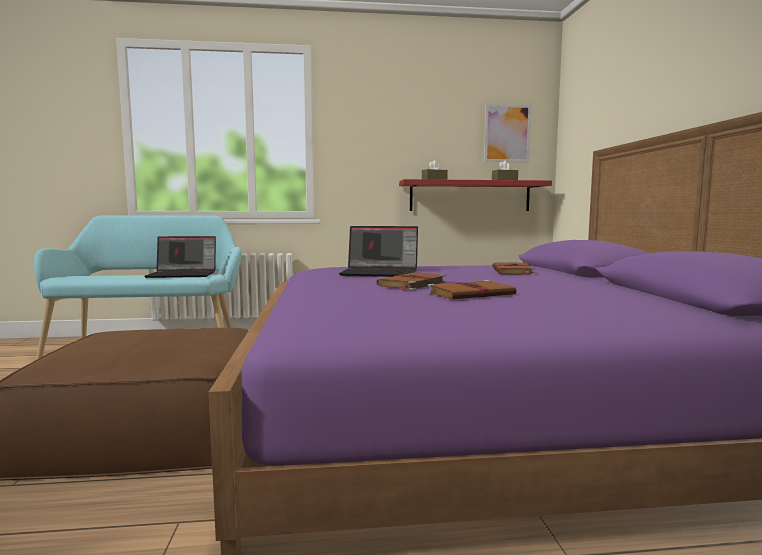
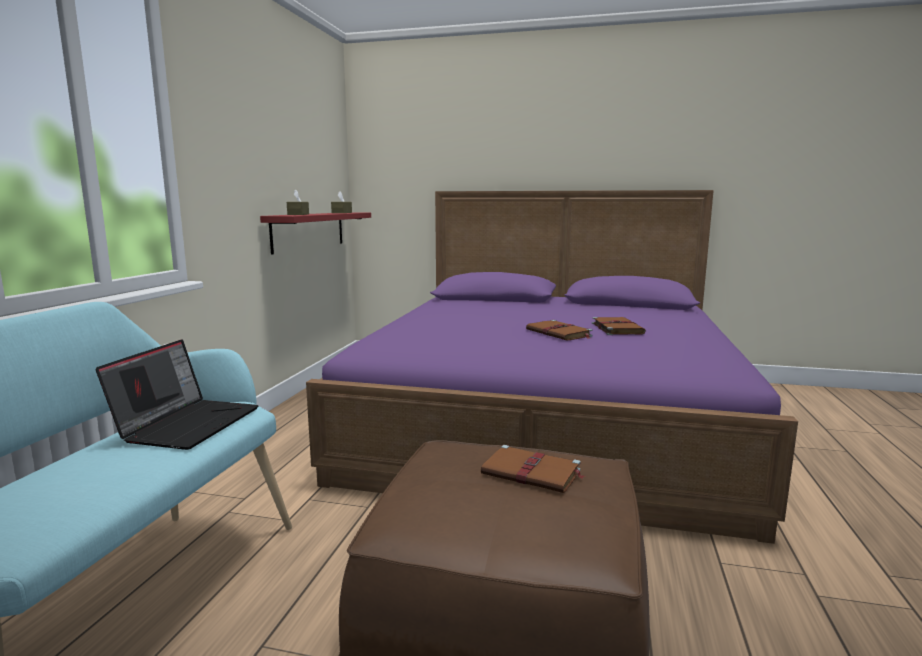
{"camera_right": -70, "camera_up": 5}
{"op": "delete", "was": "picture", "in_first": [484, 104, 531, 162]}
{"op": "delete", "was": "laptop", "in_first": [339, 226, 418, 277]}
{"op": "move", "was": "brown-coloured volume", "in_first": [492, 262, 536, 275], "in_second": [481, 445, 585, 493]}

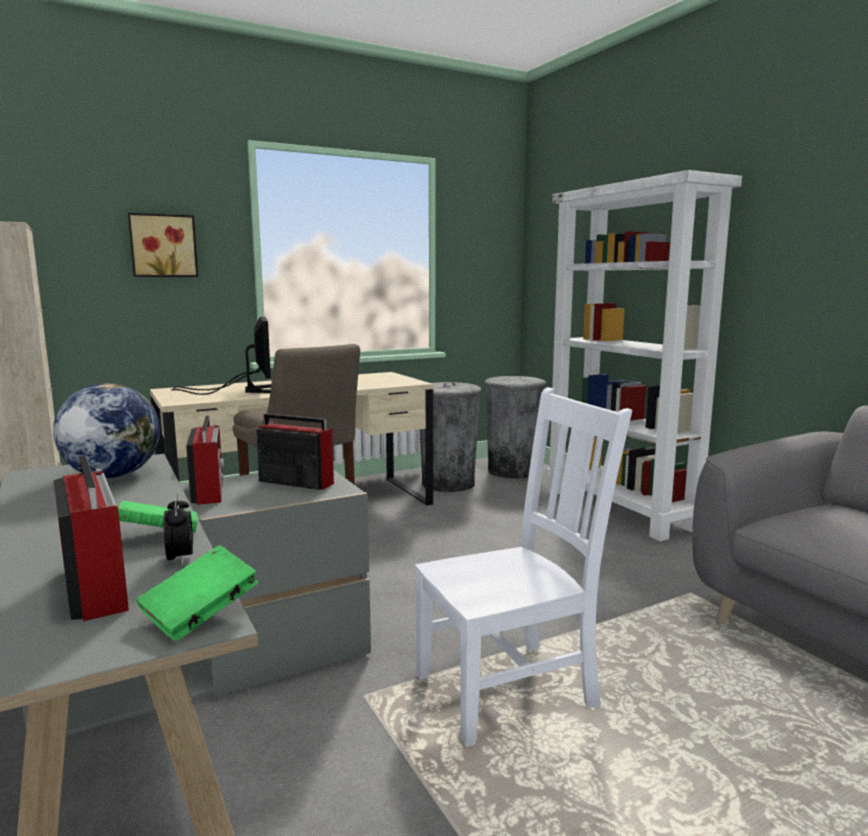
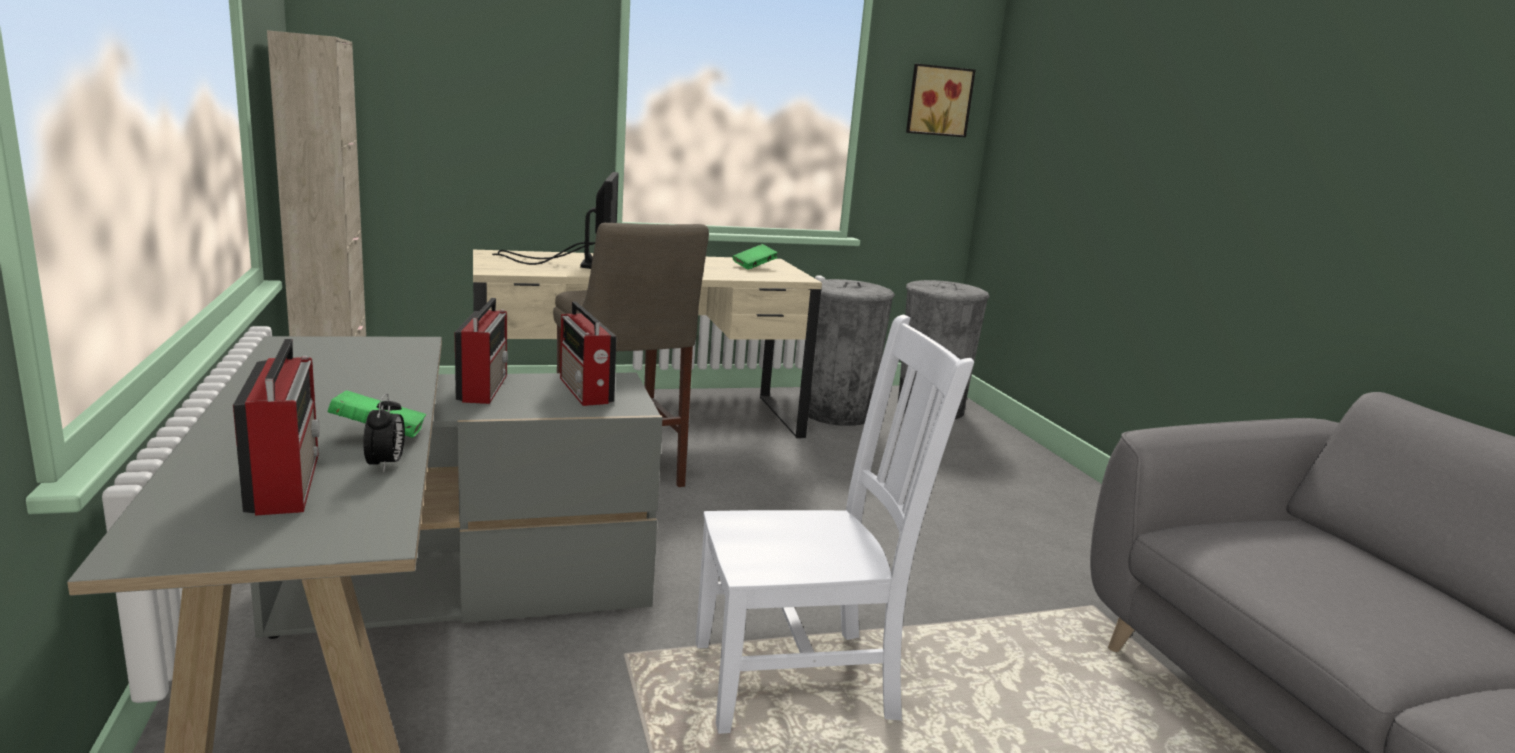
{"camera_right": 10, "camera_up": 5}
{"op": "delete", "was": "white bookcase", "in_first": [546, 170, 742, 541]}
{"op": "move", "was": "picture", "in_first": [128, 213, 198, 277], "in_second": [906, 64, 976, 137]}
{"op": "delete", "was": "globe", "in_first": [53, 383, 160, 478]}
{"op": "rotate", "was": "radio set", "in_first": [256, 414, 334, 490], "in_second": [560, 301, 617, 406], "clockwise": -150}
{"op": "move", "was": "green volume", "in_first": [136, 545, 258, 641], "in_second": [733, 244, 778, 270]}

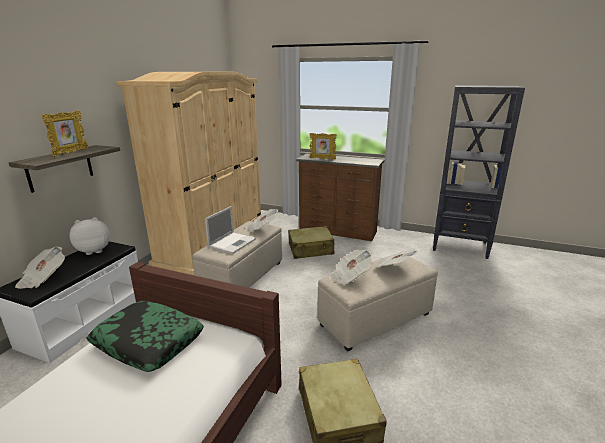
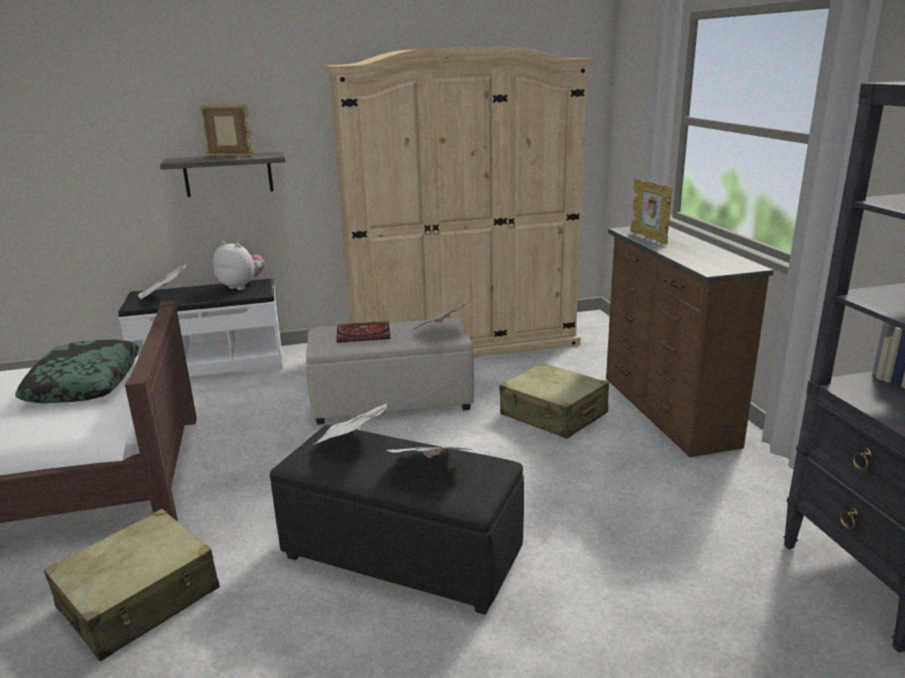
{"camera_right": 55, "camera_up": 0}
{"op": "rotate", "was": "photo frame", "in_first": [42, 111, 88, 156], "in_second": [200, 105, 254, 156], "clockwise": -150}
{"op": "replace", "was": "laptop", "now": "volume", "in_first": [205, 206, 256, 254], "in_second": [336, 321, 390, 343]}
{"op": "recolor", "was": "beige-coloured pouffe", "now": "black pouffe", "in_first": [317, 255, 438, 351], "in_second": [270, 425, 524, 615]}

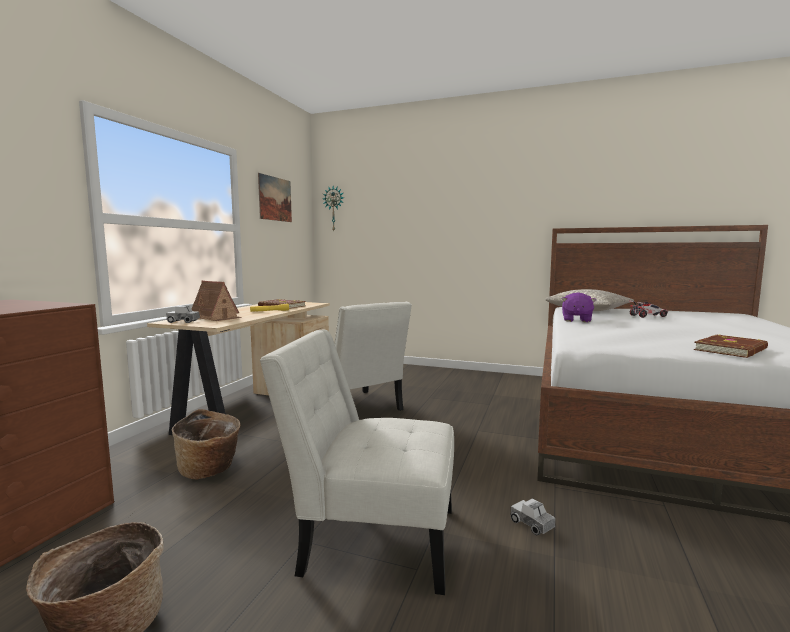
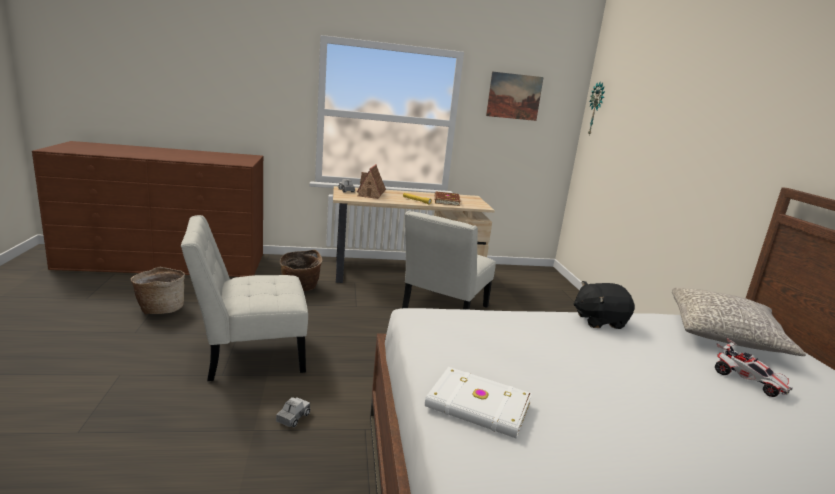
{"camera_right": 60, "camera_up": 10}
{"op": "recolor", "was": "purplish plush toy", "now": "black plush toy", "in_first": [562, 292, 596, 323], "in_second": [574, 281, 635, 329]}
{"op": "rotate", "was": "white chair", "in_first": [260, 330, 454, 595], "in_second": [181, 215, 308, 381], "clockwise": -90}
{"op": "recolor", "was": "brown-coloured volume", "now": "white volume", "in_first": [694, 335, 768, 358], "in_second": [425, 367, 532, 438]}

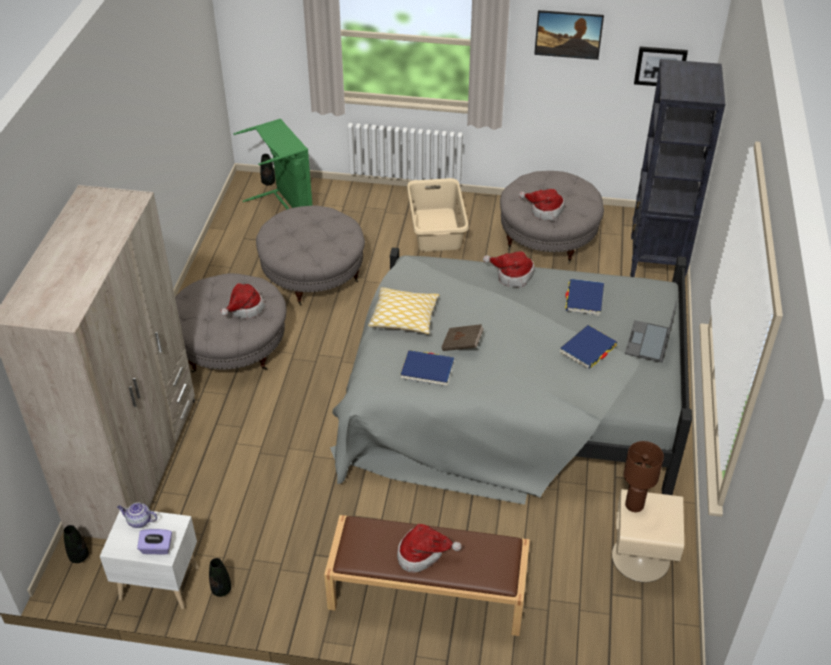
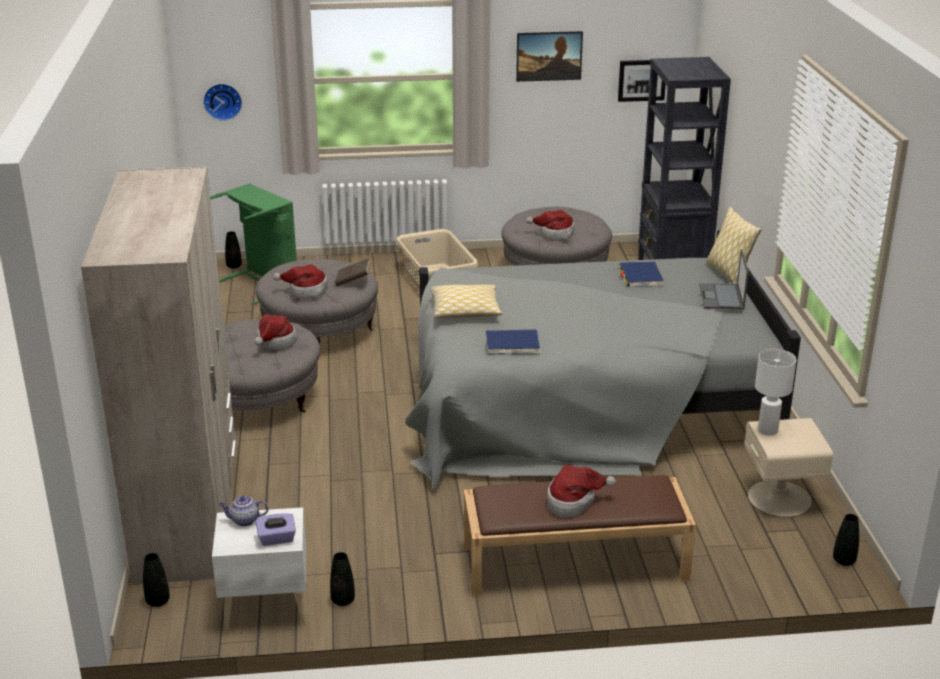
{"camera_right": -15, "camera_up": -15}
{"op": "move", "was": "clothing hat", "in_first": [483, 251, 535, 288], "in_second": [273, 264, 328, 299]}
{"op": "move", "was": "brown-coloured volume", "in_first": [442, 324, 484, 351], "in_second": [335, 258, 371, 286]}
{"op": "delete", "was": "blue-coloured volume", "in_first": [560, 325, 617, 369]}
{"op": "recolor", "was": "brown-coloured lamp for a table", "now": "white lamp for a table", "in_first": [624, 441, 664, 512], "in_second": [755, 349, 797, 436]}
{"op": "insert", "now": "clock on the wall", "in_second": [203, 84, 242, 121]}
{"op": "insert", "now": "cushion", "in_second": [706, 207, 762, 284]}
{"op": "insert", "now": "black decorative vase", "in_second": [833, 514, 859, 566]}

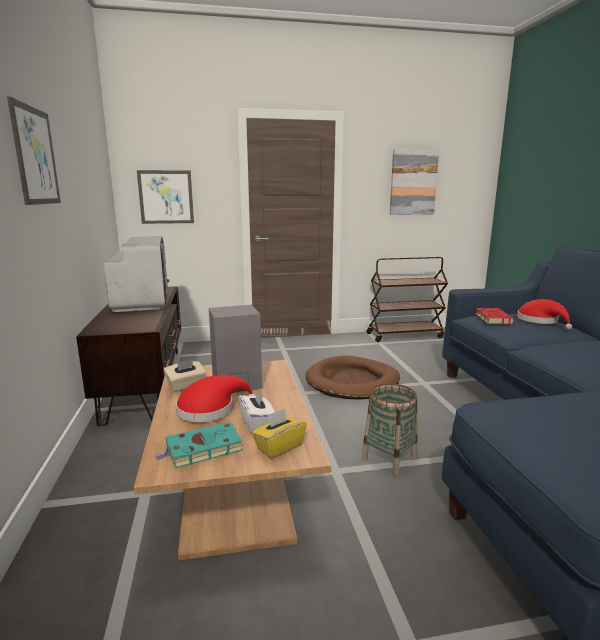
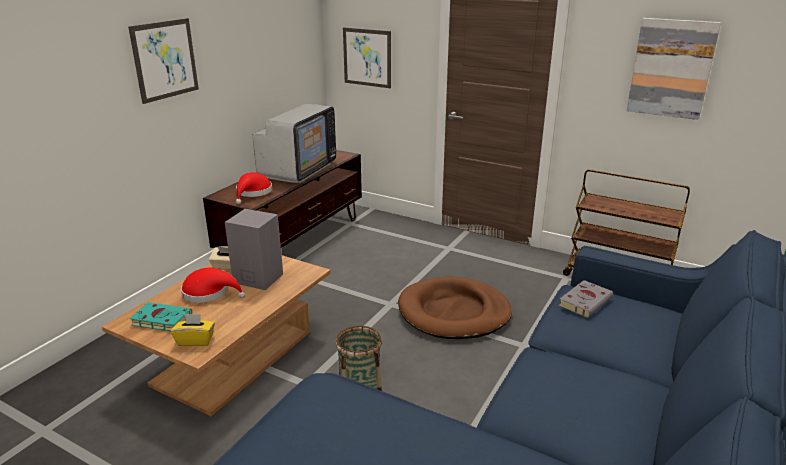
{"camera_right": 40, "camera_up": 10}
{"op": "move", "was": "red clothing hat", "in_first": [517, 299, 572, 329], "in_second": [236, 172, 272, 204]}
{"op": "recolor", "was": "red volume", "now": "grey volume", "in_first": [475, 308, 514, 325], "in_second": [559, 280, 613, 318]}
{"op": "delete", "was": "white tissue holder", "in_first": [239, 390, 275, 433]}

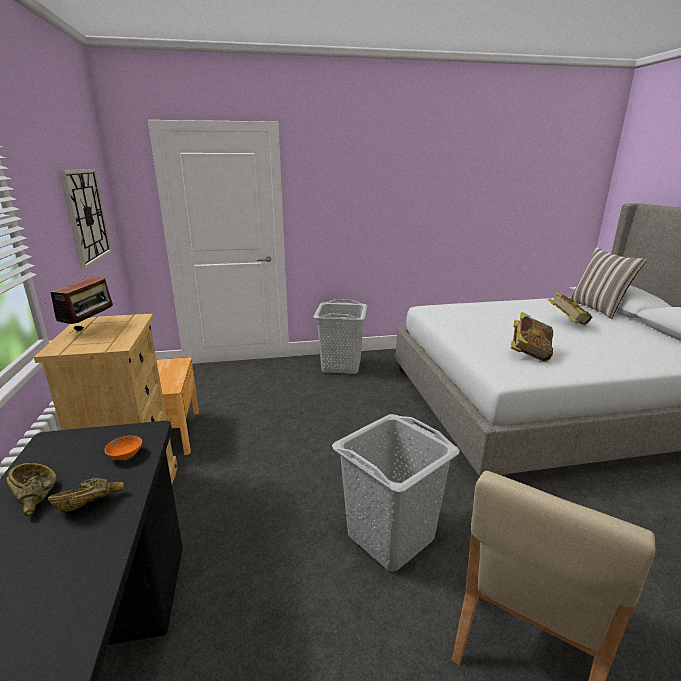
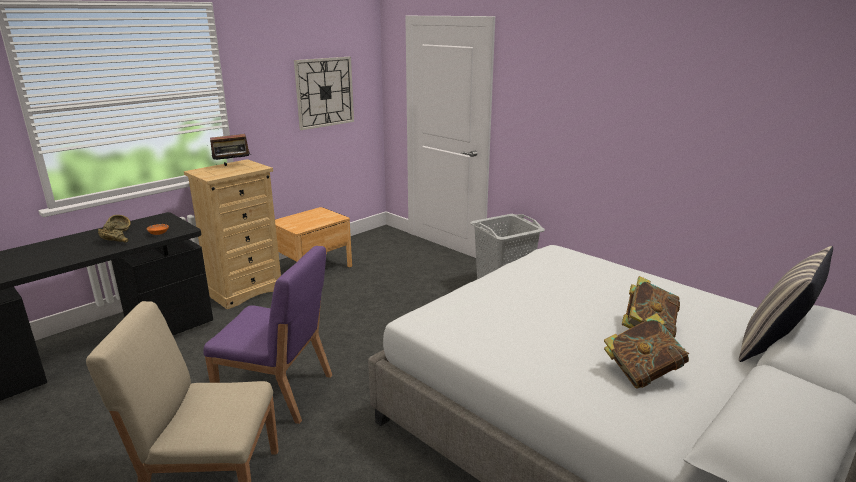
{"camera_right": 55, "camera_up": 0}
{"op": "move", "was": "volume", "in_first": [511, 312, 553, 361], "in_second": [604, 313, 689, 389]}
{"op": "replace", "was": "grey hamper", "now": "purplish chair", "in_first": [332, 414, 460, 572], "in_second": [204, 246, 332, 424]}

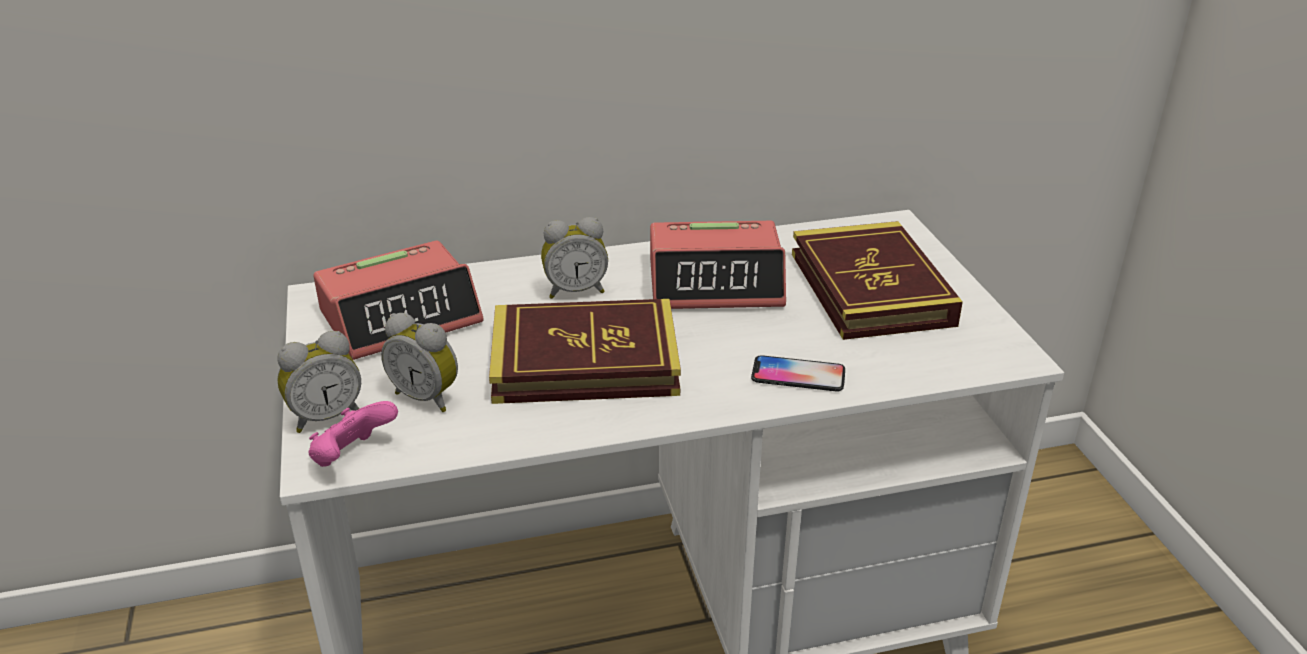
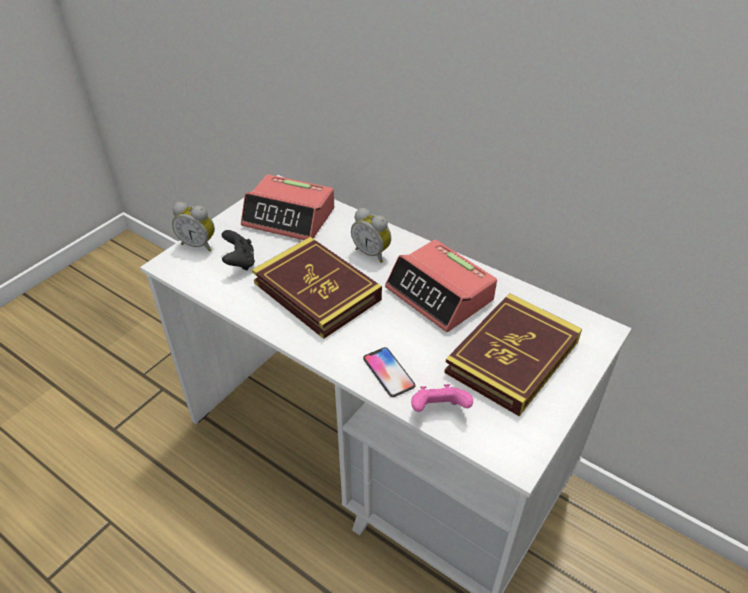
{"camera_right": 50, "camera_up": 10}
{"op": "replace", "was": "table clock", "now": "black gamepad", "in_first": [381, 313, 458, 412], "in_second": [222, 230, 255, 271]}
{"op": "move", "was": "pink gamepad", "in_first": [309, 401, 398, 467], "in_second": [411, 384, 473, 412]}

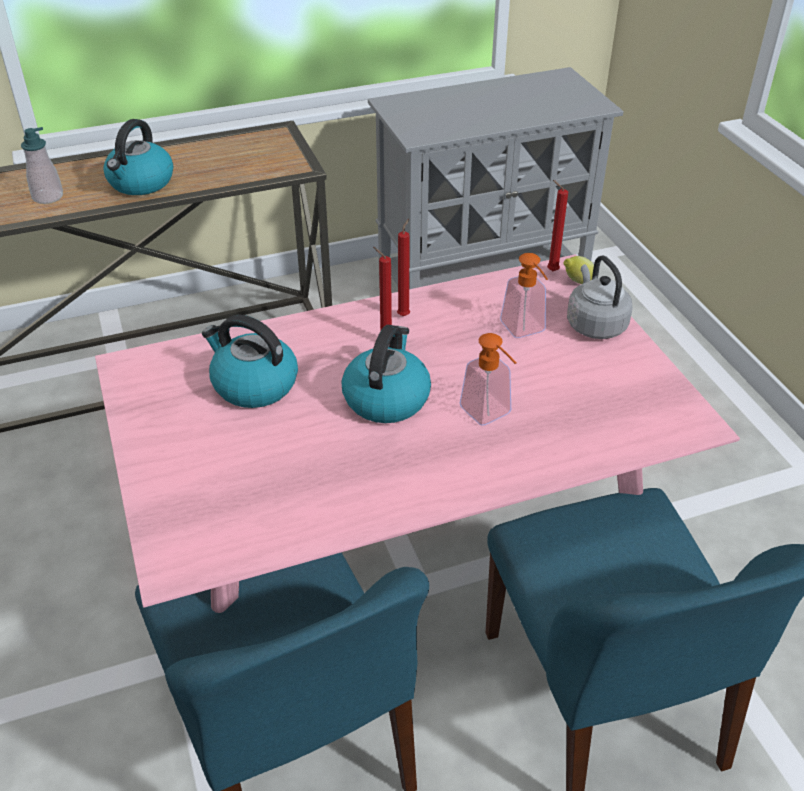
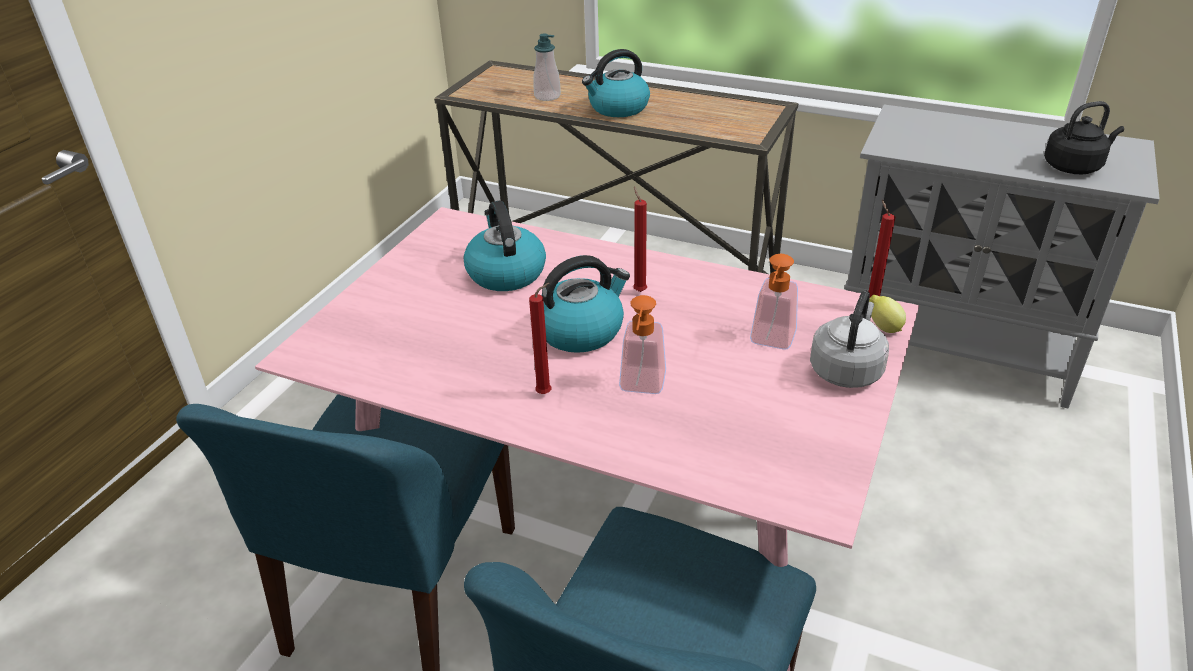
{"camera_right": 45, "camera_up": -5}
{"op": "move", "was": "red candle", "in_first": [397, 219, 410, 316], "in_second": [529, 283, 551, 394]}
{"op": "insert", "now": "black water kettle", "in_second": [1044, 101, 1124, 174]}

